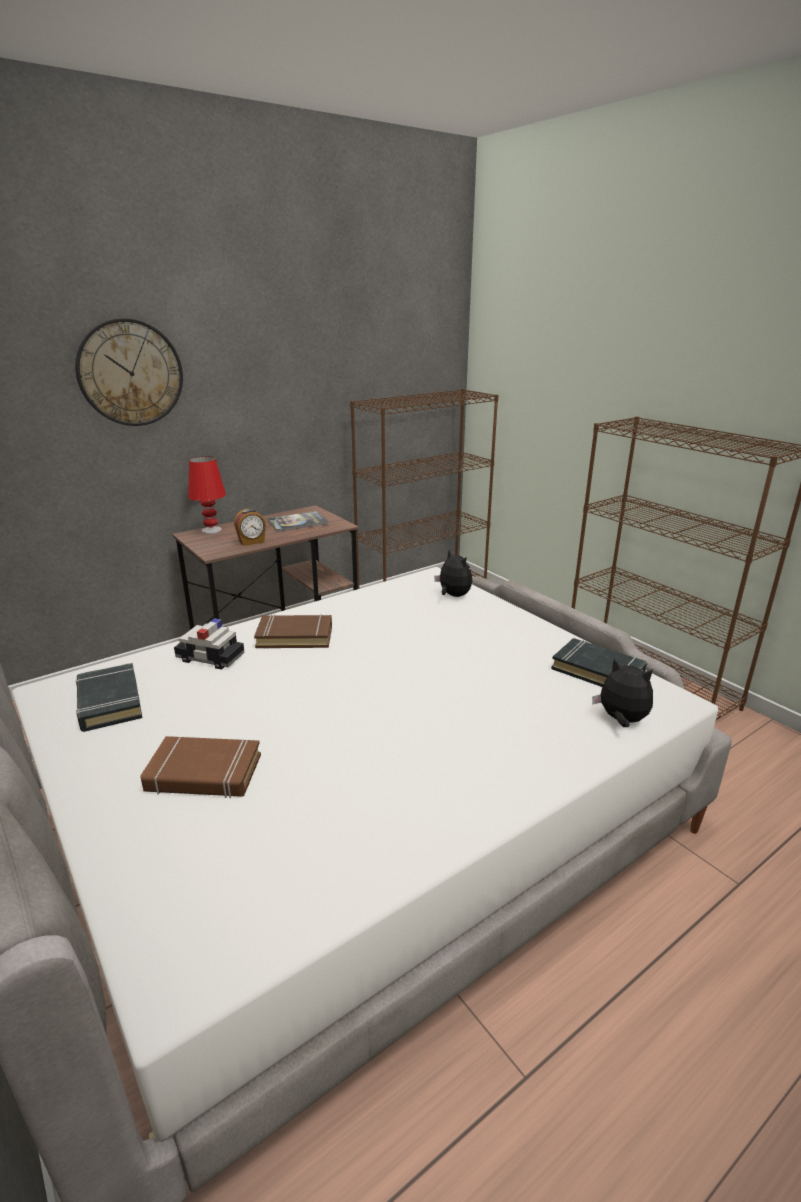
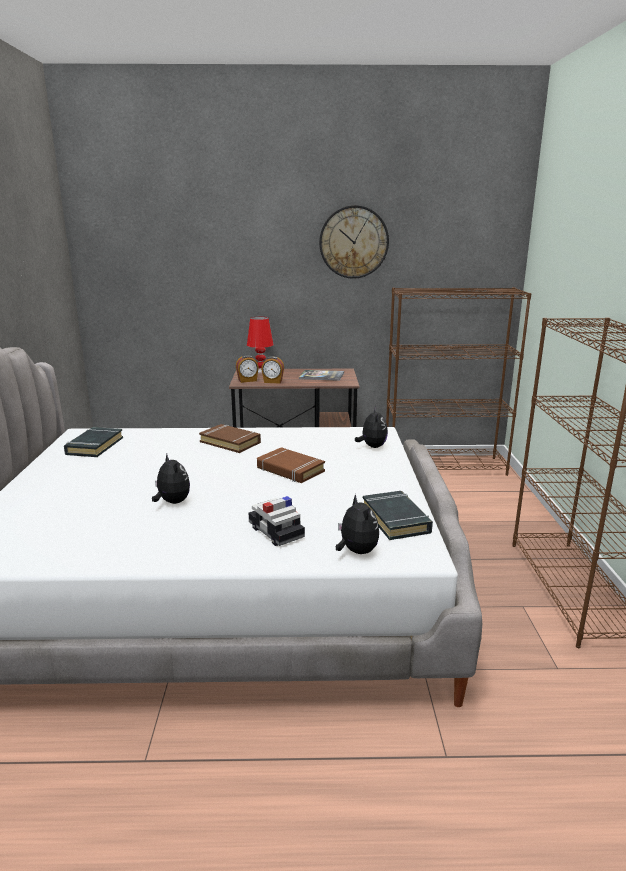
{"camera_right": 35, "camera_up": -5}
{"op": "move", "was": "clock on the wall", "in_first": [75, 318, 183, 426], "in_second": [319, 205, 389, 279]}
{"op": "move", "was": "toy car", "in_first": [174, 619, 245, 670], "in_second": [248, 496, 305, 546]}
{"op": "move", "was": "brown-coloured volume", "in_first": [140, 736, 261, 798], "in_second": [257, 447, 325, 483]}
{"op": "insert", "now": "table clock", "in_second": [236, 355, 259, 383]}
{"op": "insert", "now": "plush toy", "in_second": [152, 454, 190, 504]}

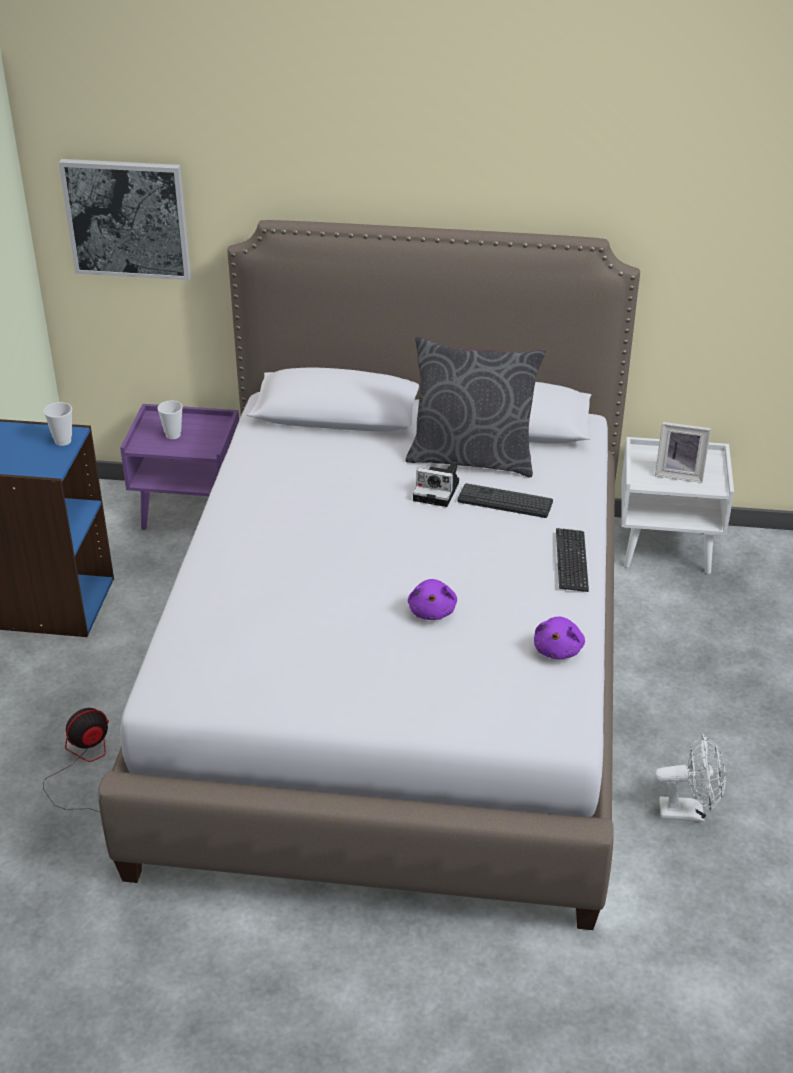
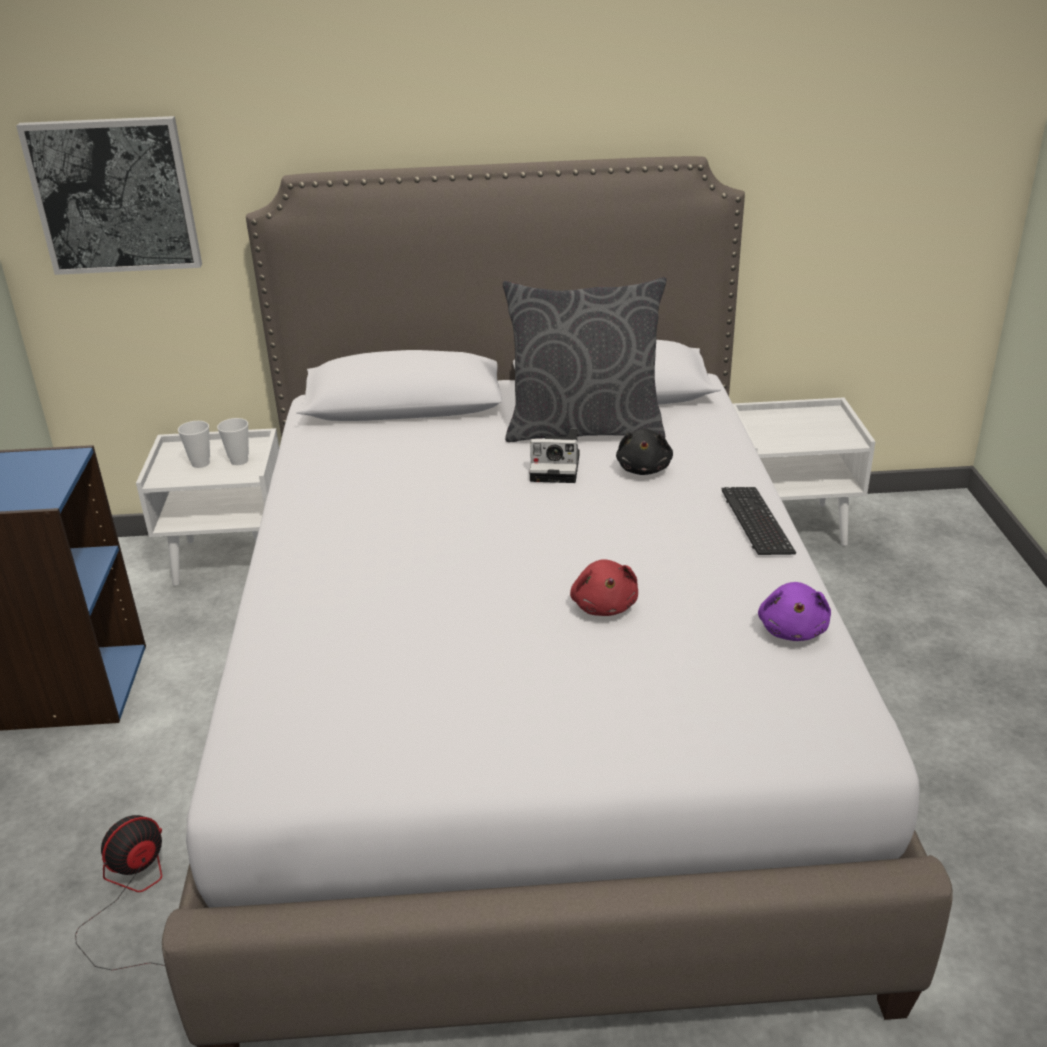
{"camera_right": -10, "camera_up": -5}
{"op": "move", "was": "small cup", "in_first": [44, 402, 72, 446], "in_second": [217, 418, 249, 465]}
{"op": "recolor", "was": "purplish bedside table", "now": "white bedside table", "in_first": [120, 404, 239, 530], "in_second": [136, 428, 279, 586]}
{"op": "delete", "was": "photo frame", "in_first": [655, 422, 711, 483]}
{"op": "replace", "was": "computer keyboard", "now": "black plush toy", "in_first": [458, 483, 553, 518], "in_second": [616, 429, 673, 475]}
{"op": "recolor", "was": "purplish plush toy", "now": "red plush toy", "in_first": [408, 579, 457, 620], "in_second": [570, 559, 638, 616]}
{"op": "delete", "was": "white fan", "in_first": [655, 733, 726, 822]}

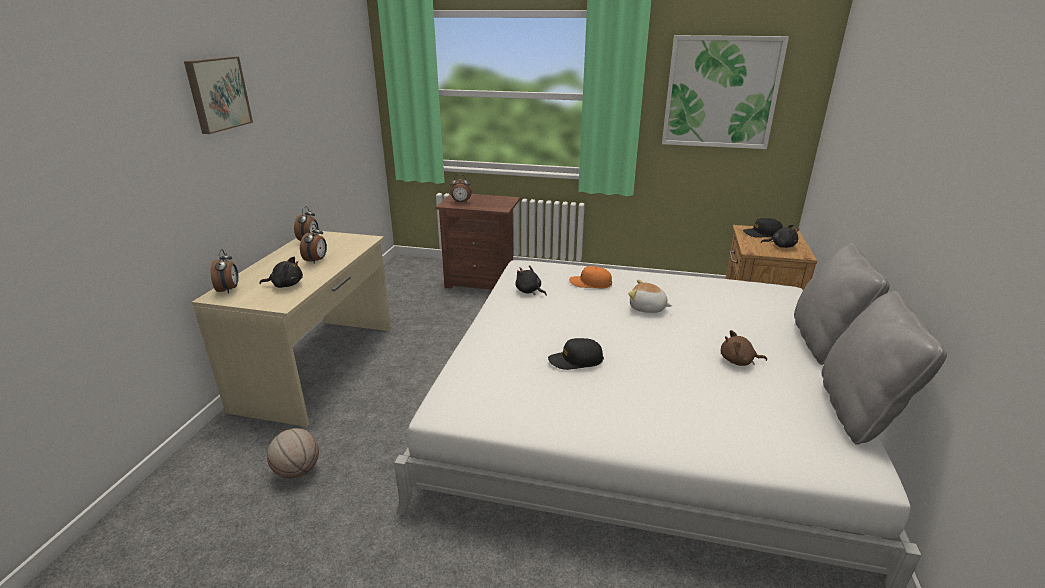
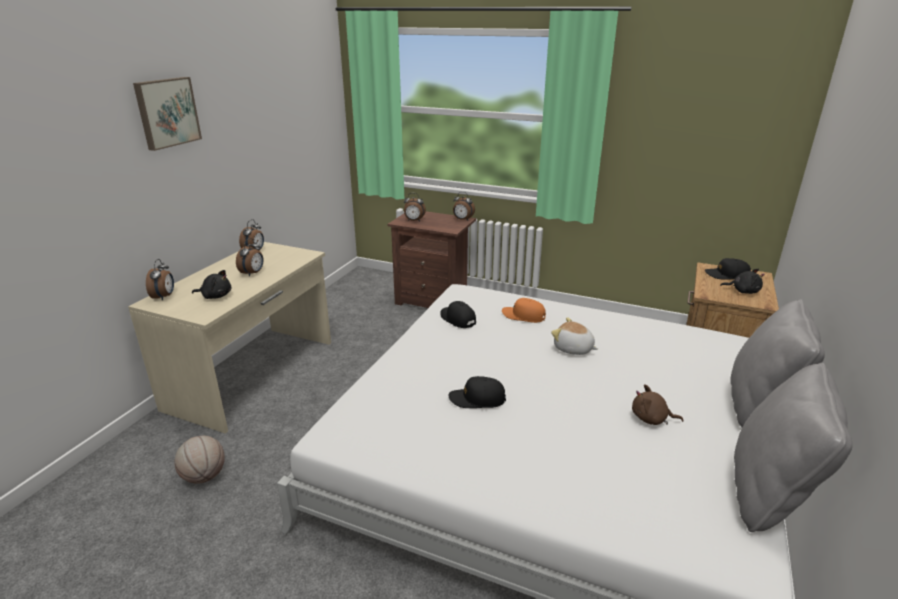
{"camera_right": 10, "camera_up": 0}
{"op": "delete", "was": "picture", "in_first": [662, 35, 789, 149]}
{"op": "replace", "was": "black plush toy", "now": "black cap", "in_first": [516, 265, 547, 296], "in_second": [440, 301, 476, 328]}
{"op": "insert", "now": "table clock", "in_second": [453, 192, 475, 221]}

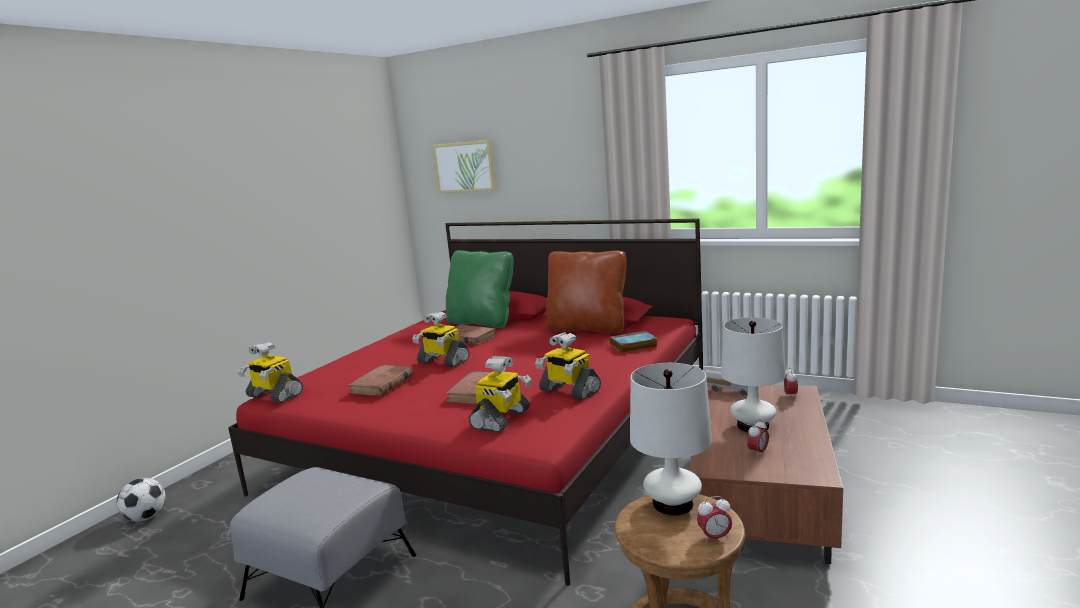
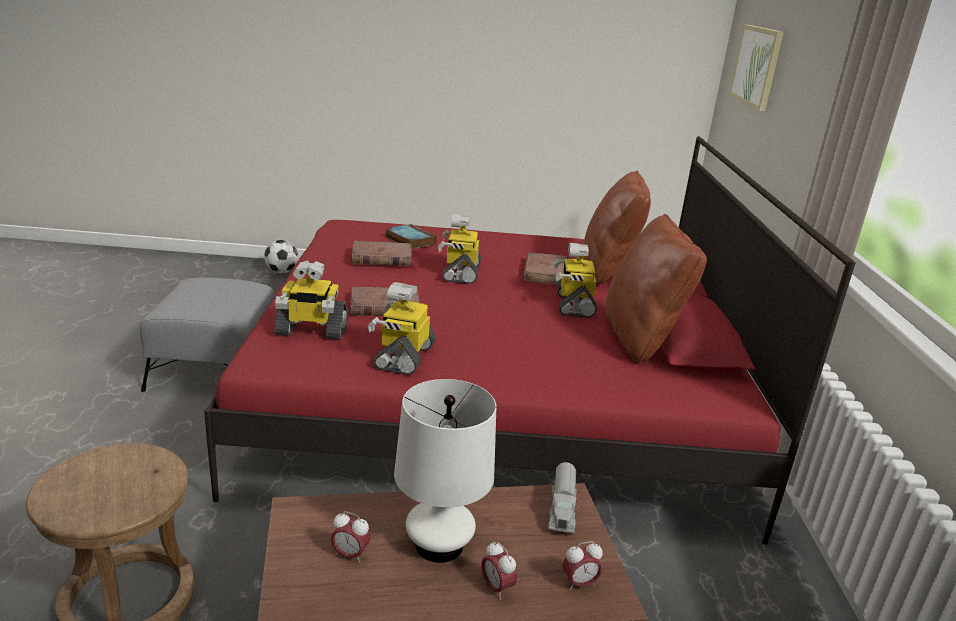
{"camera_right": 60, "camera_up": 10}
{"op": "recolor", "was": "green cushion", "now": "brown-coloured cushion", "in_first": [446, 250, 513, 328], "in_second": [584, 171, 651, 283]}
{"op": "move", "was": "volume", "in_first": [610, 331, 658, 353], "in_second": [386, 224, 436, 249]}
{"op": "move", "was": "toy robot", "in_first": [237, 342, 303, 403], "in_second": [554, 243, 597, 318]}
{"op": "delete", "was": "white lamp for a table", "in_first": [630, 363, 712, 516]}
{"op": "move", "was": "table clock", "in_first": [697, 496, 732, 543], "in_second": [481, 541, 517, 600]}

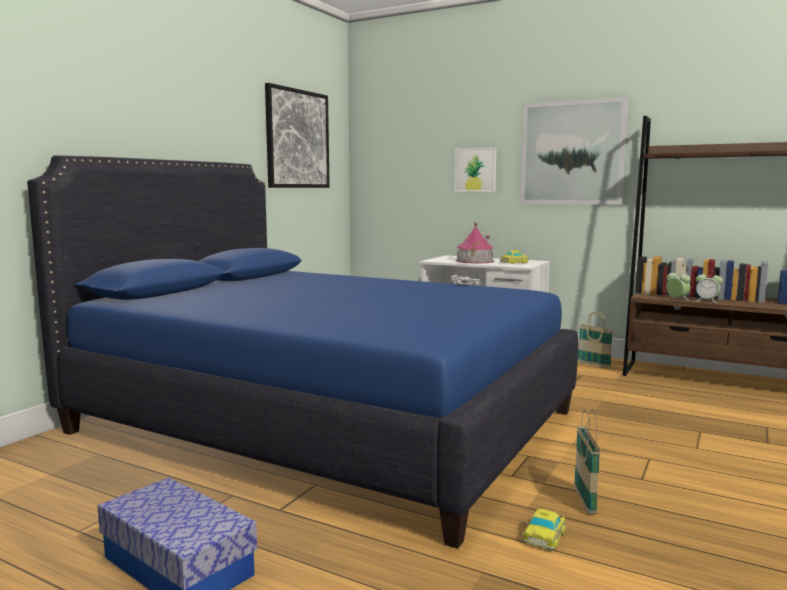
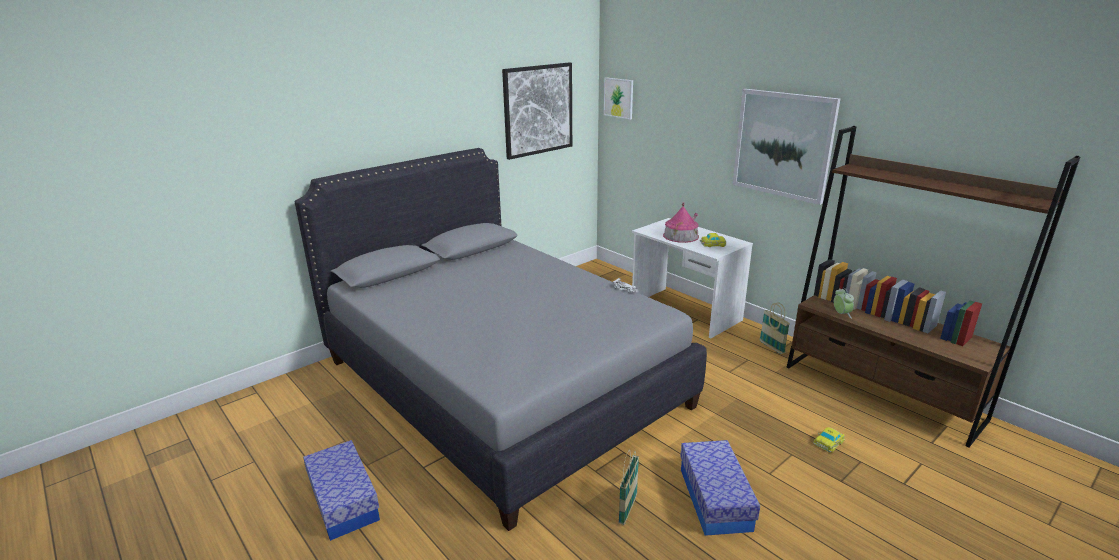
{"camera_right": 20, "camera_up": 15}
{"op": "move", "was": "picture", "in_first": [454, 147, 496, 192], "in_second": [604, 77, 633, 120]}
{"op": "recolor", "was": "blue-coloured bedroom bed", "now": "grey bedroom bed", "in_first": [27, 155, 578, 549], "in_second": [295, 148, 707, 531]}
{"op": "delete", "was": "table clock", "in_first": [696, 272, 723, 303]}
{"op": "move", "was": "toy car", "in_first": [522, 509, 566, 550], "in_second": [813, 427, 845, 453]}
{"op": "insert", "now": "storage box", "in_second": [680, 440, 760, 536]}

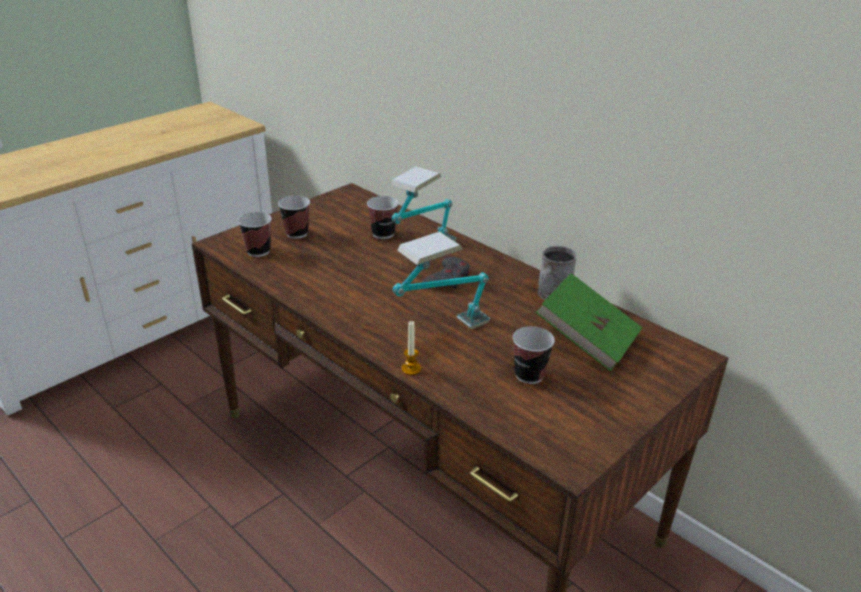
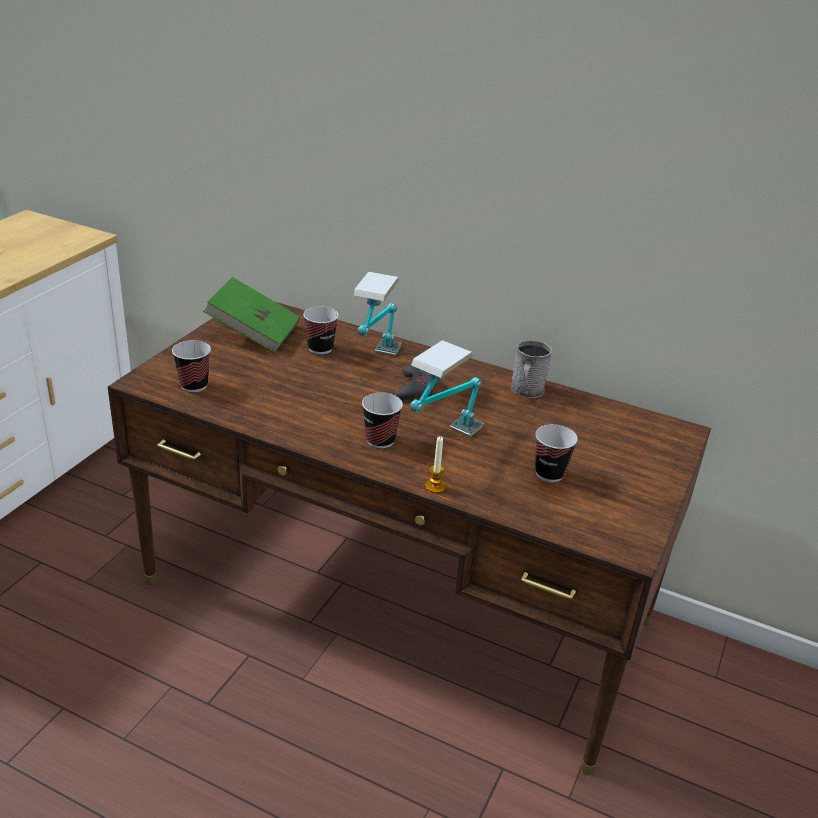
{"camera_right": -20, "camera_up": 0}
{"op": "move", "was": "small cup", "in_first": [278, 196, 310, 239], "in_second": [362, 393, 403, 448]}
{"op": "move", "was": "green volume", "in_first": [536, 273, 642, 371], "in_second": [203, 277, 300, 353]}

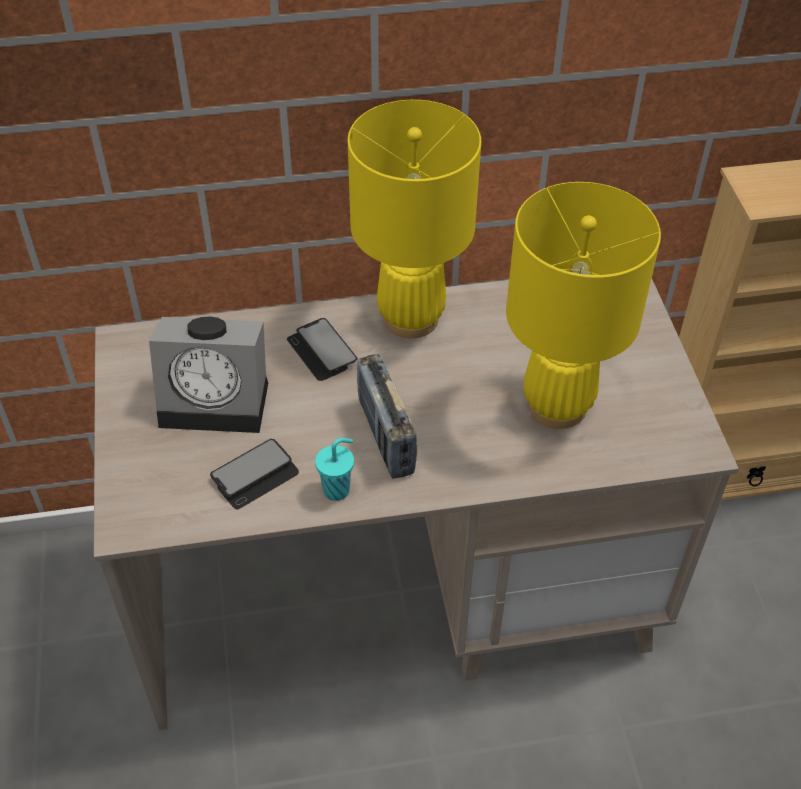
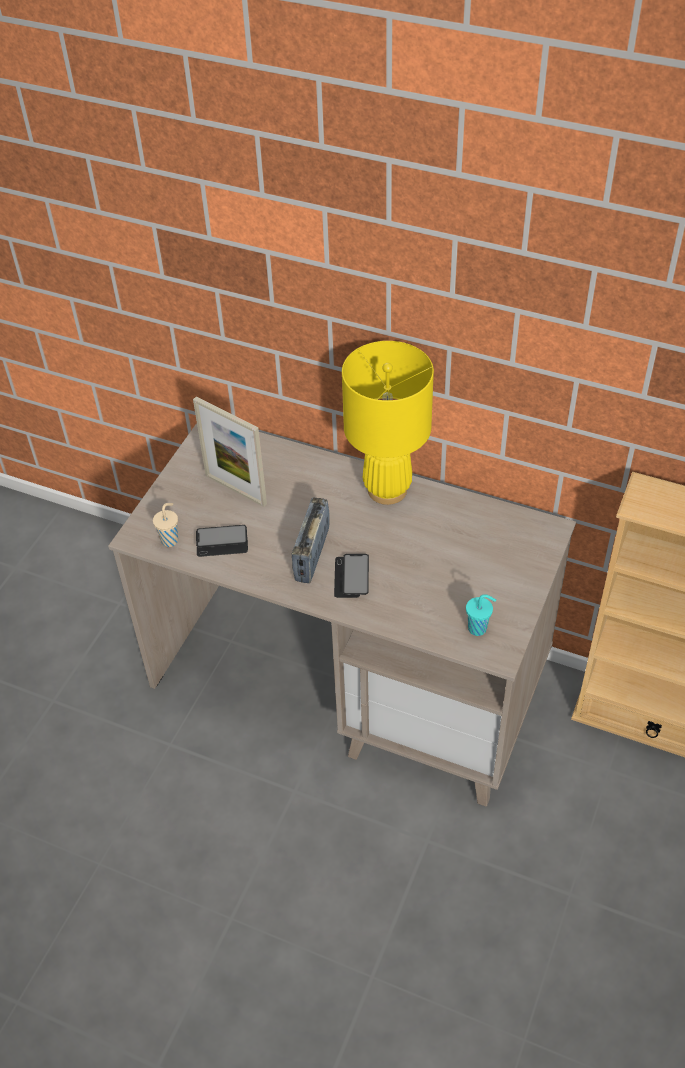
{"camera_right": 35, "camera_up": 0}
{"op": "delete", "was": "yellow lamp for a table", "in_first": [506, 182, 661, 429]}
{"op": "replace", "was": "table clock", "now": "photo frame", "in_first": [149, 316, 268, 433], "in_second": [193, 397, 267, 507]}
{"op": "move", "was": "handset", "in_first": [287, 318, 358, 381], "in_second": [334, 554, 369, 598]}
{"op": "move", "was": "blue-green small cup", "in_first": [315, 438, 354, 501], "in_second": [466, 594, 496, 636]}
{"op": "insert", "now": "beige-coloured small cup", "in_second": [153, 503, 178, 547]}

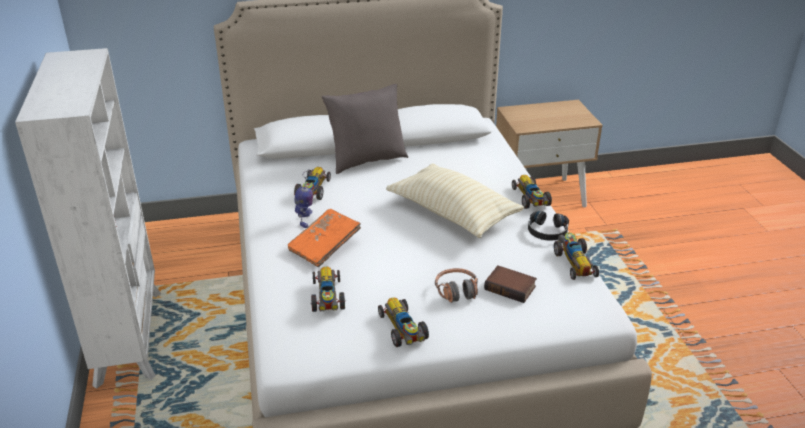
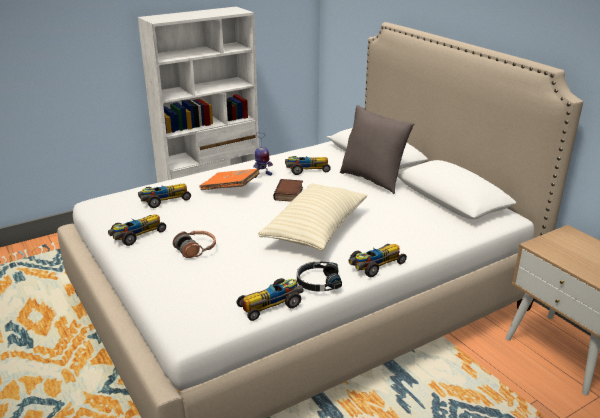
{"camera_right": 70, "camera_up": -5}
{"op": "move", "was": "volume", "in_first": [484, 265, 537, 303], "in_second": [273, 179, 303, 202]}

